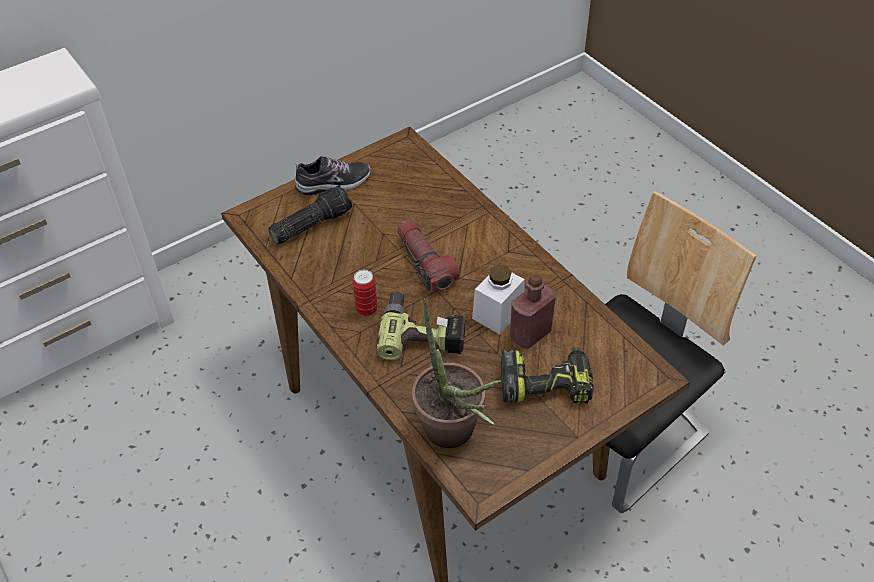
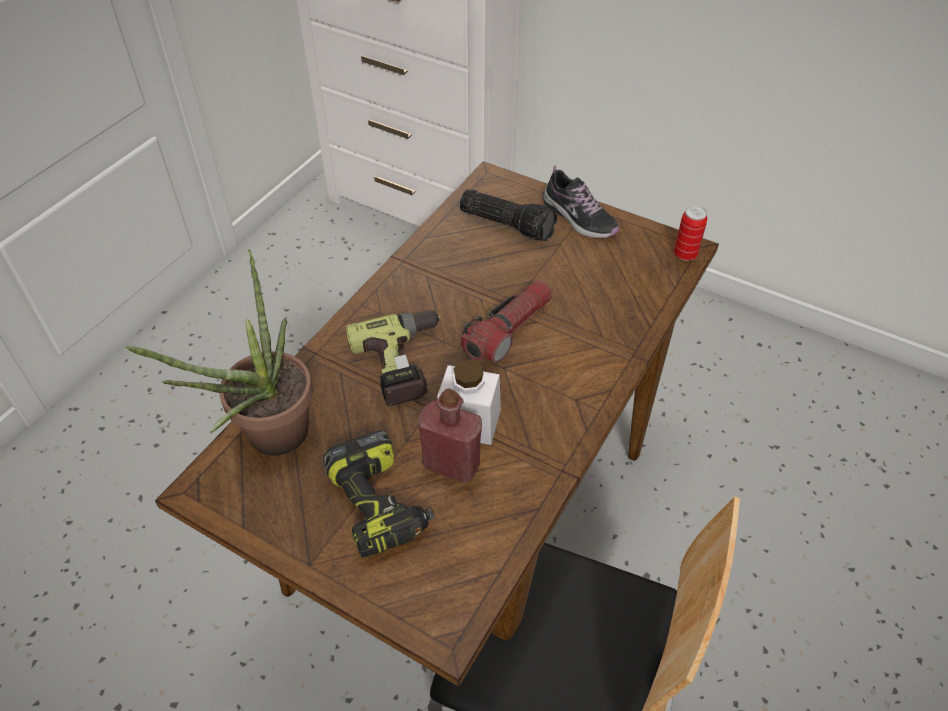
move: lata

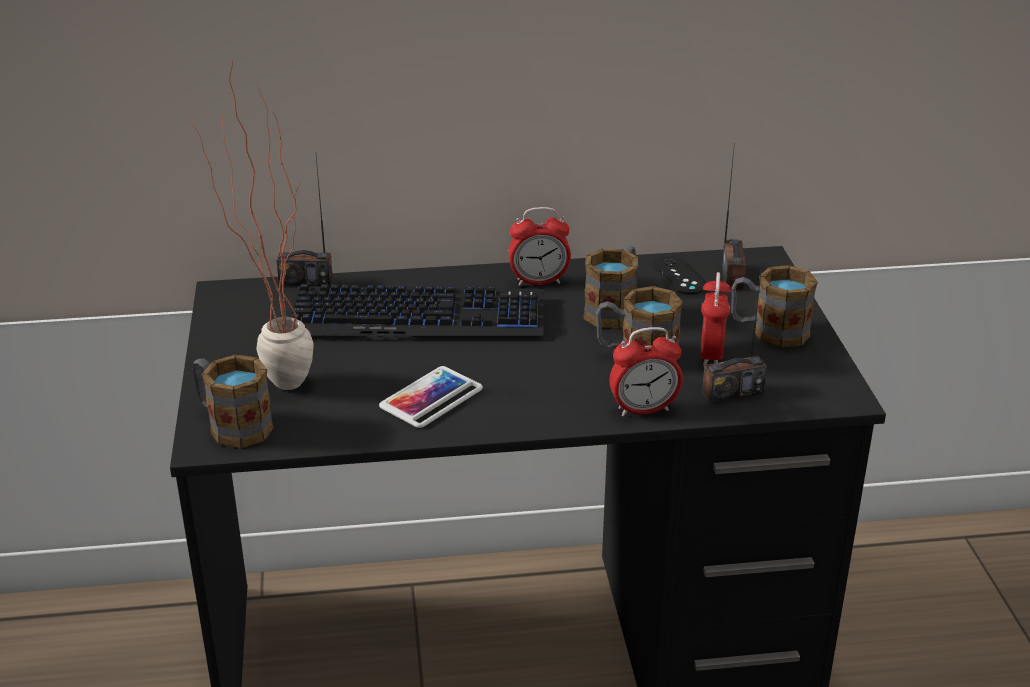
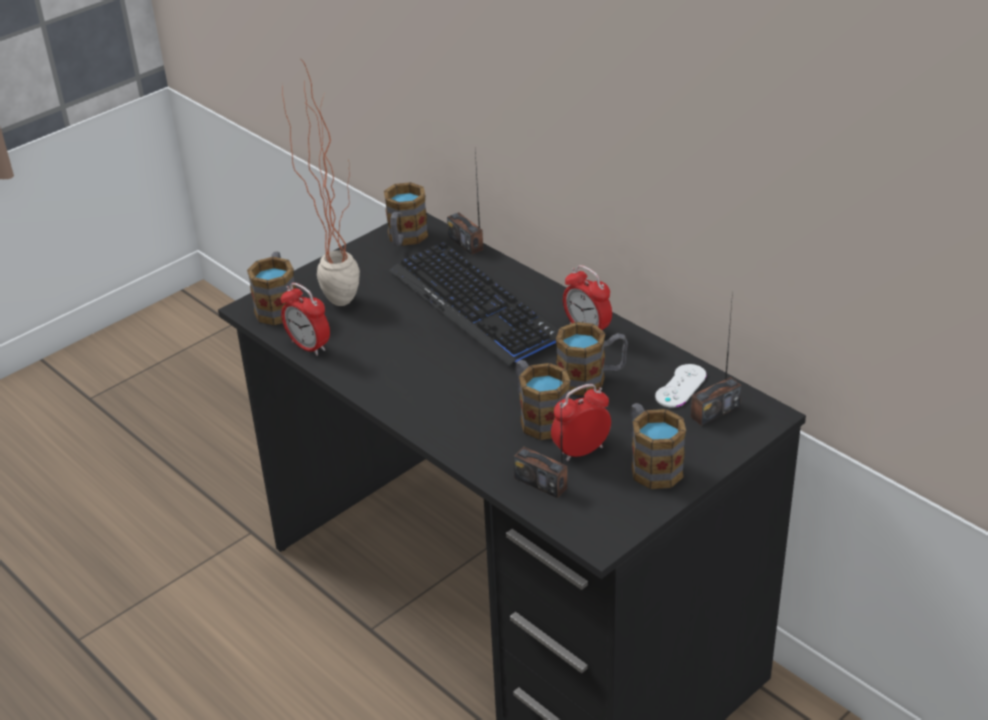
delete: móvil
insert: taza grande (2nd from left)
move: despertador (2nd from left in the first image) to despertador (1st from left)
recolor: mando de consola [negro] to mando de consola [blanco]

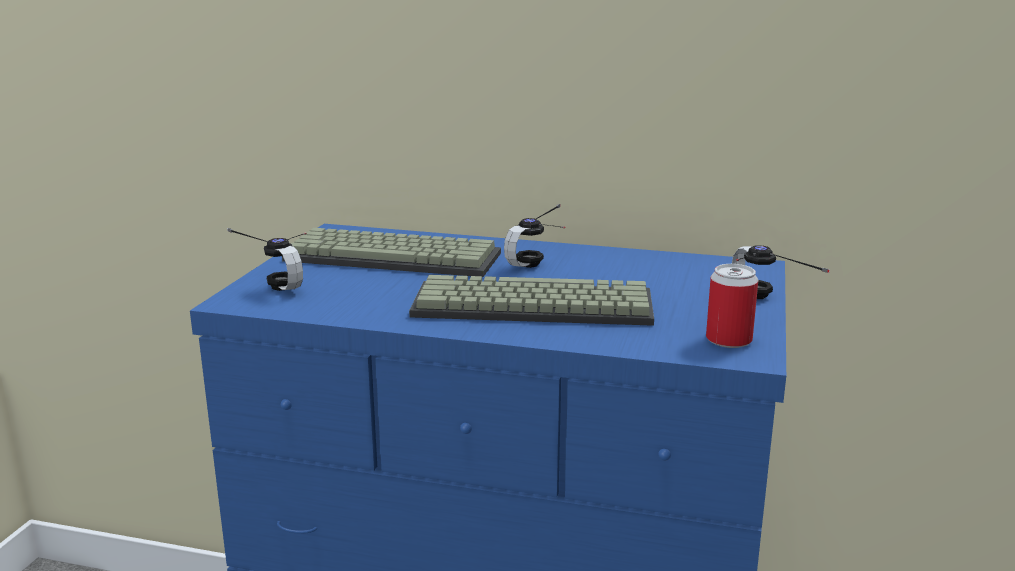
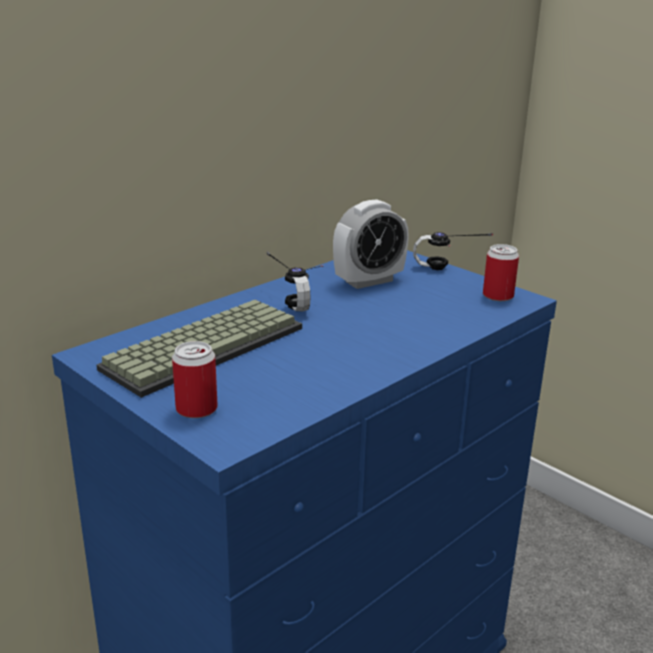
delete: teclado (2nd from left)
insert: despertador
replace: auriculares (1st from left) to lata (1st from left)

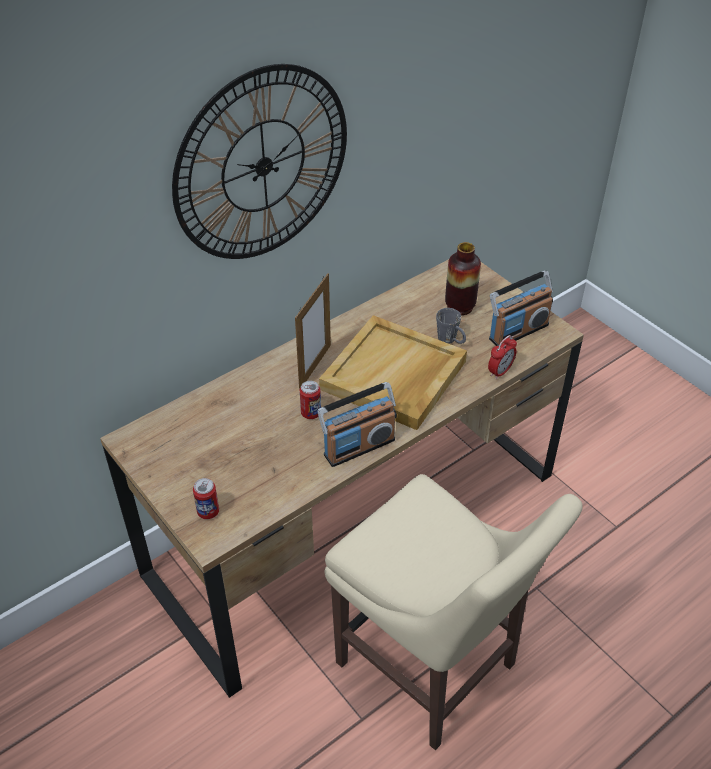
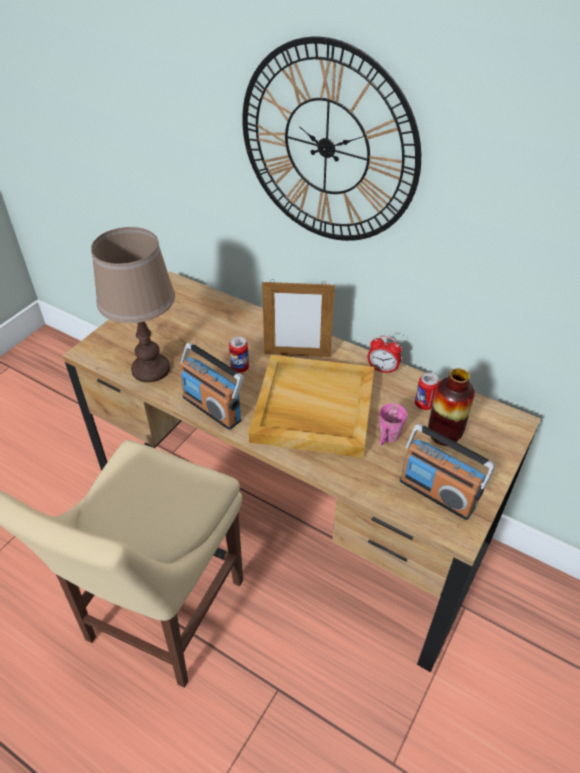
insert: lámpara de mesa [marrón]
move: lata (1st from left in the first image) to lata (2nd from left); despertador
recolor: taza grande [gris] to taza grande [rosa]

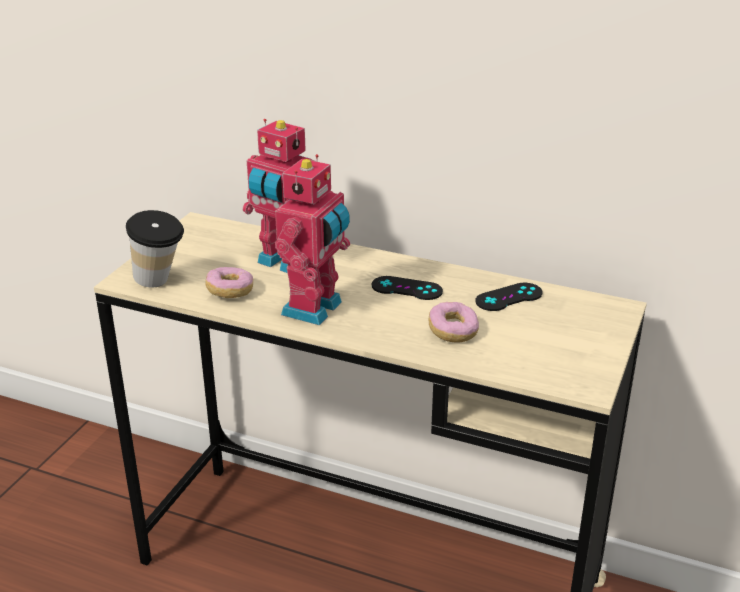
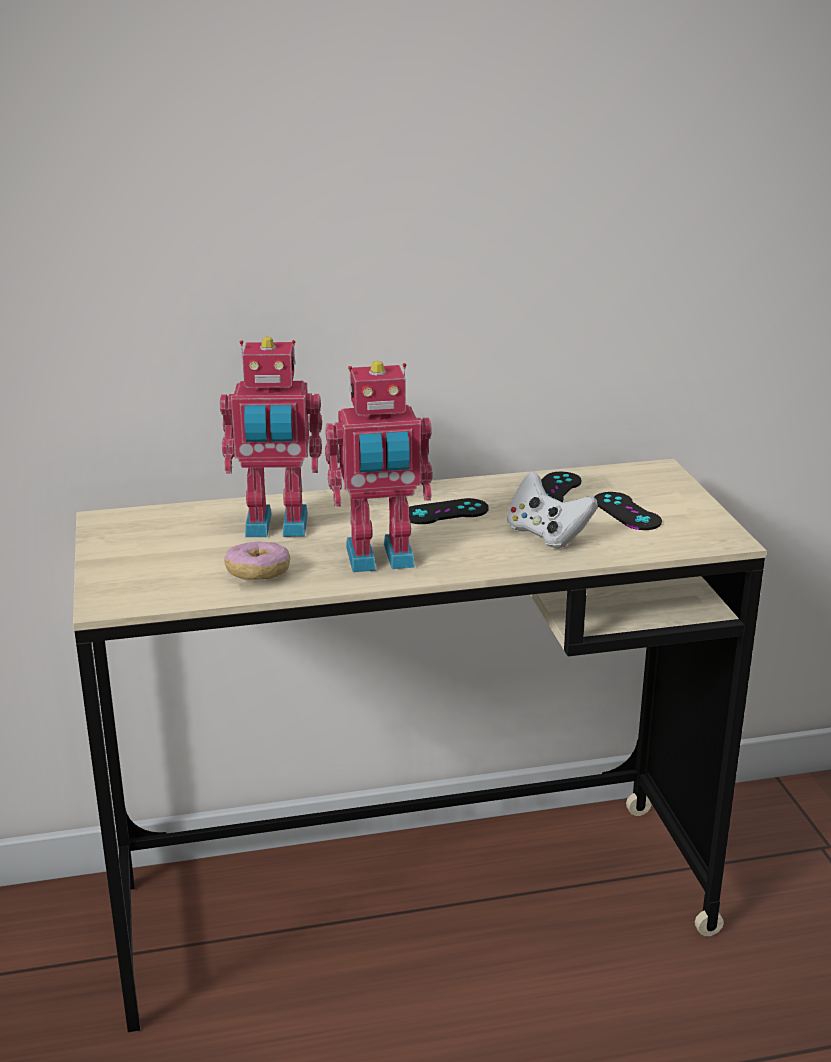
delete: taza
insert: mando de consola [negro] (3rd from left)
replace: rosquilla (2nd from left) to mando de consola [blanco]
rotate: robot de juguete (2nd from left) 90 degrees clockwise

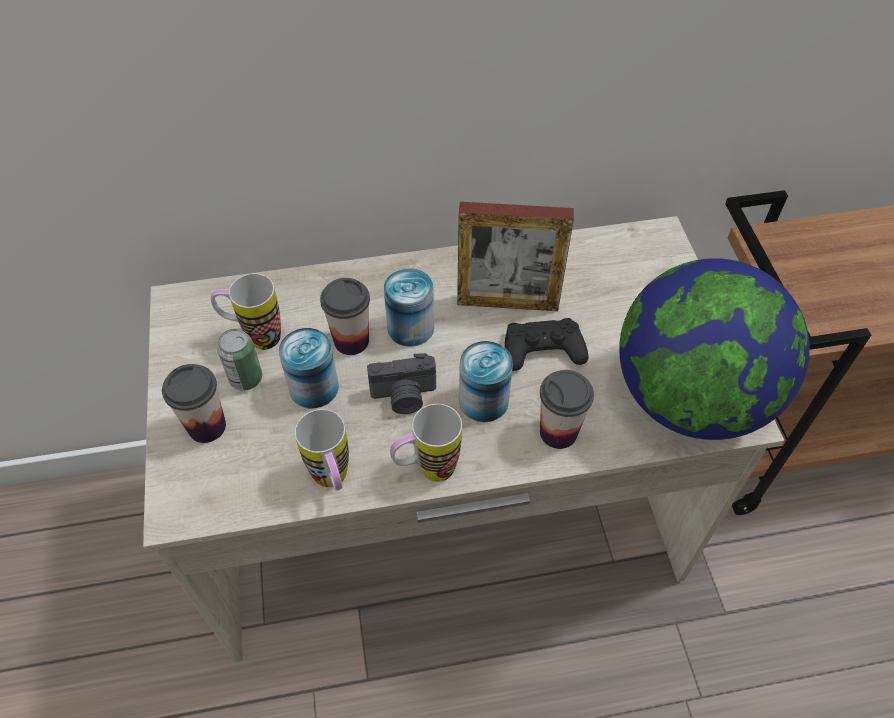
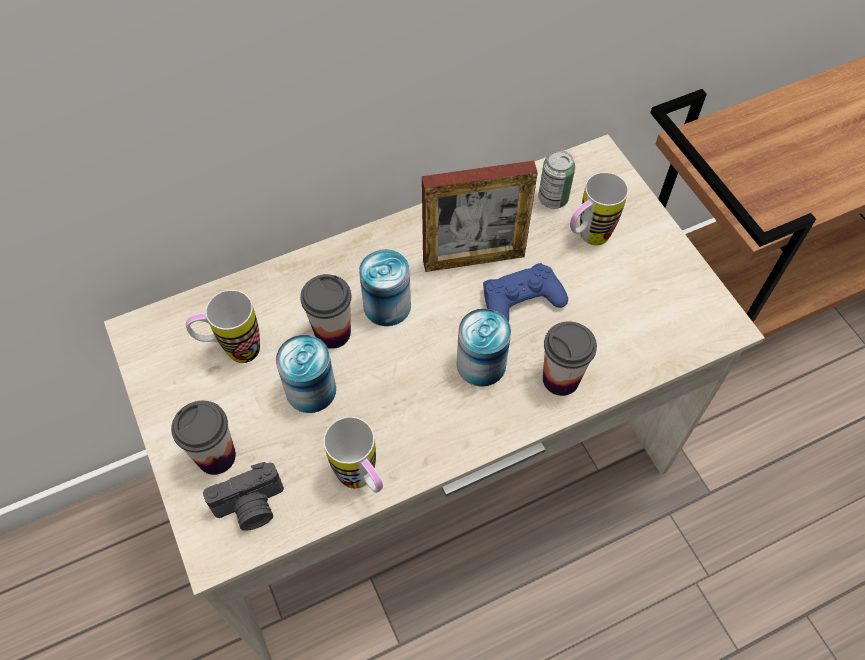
delete: globo terráqueo
move: lata (1st from left in the first image) to lata (4th from left); cámara; taza grande (3rd from left)
recolor: mando de consola [negro] to mando de consola [azul]

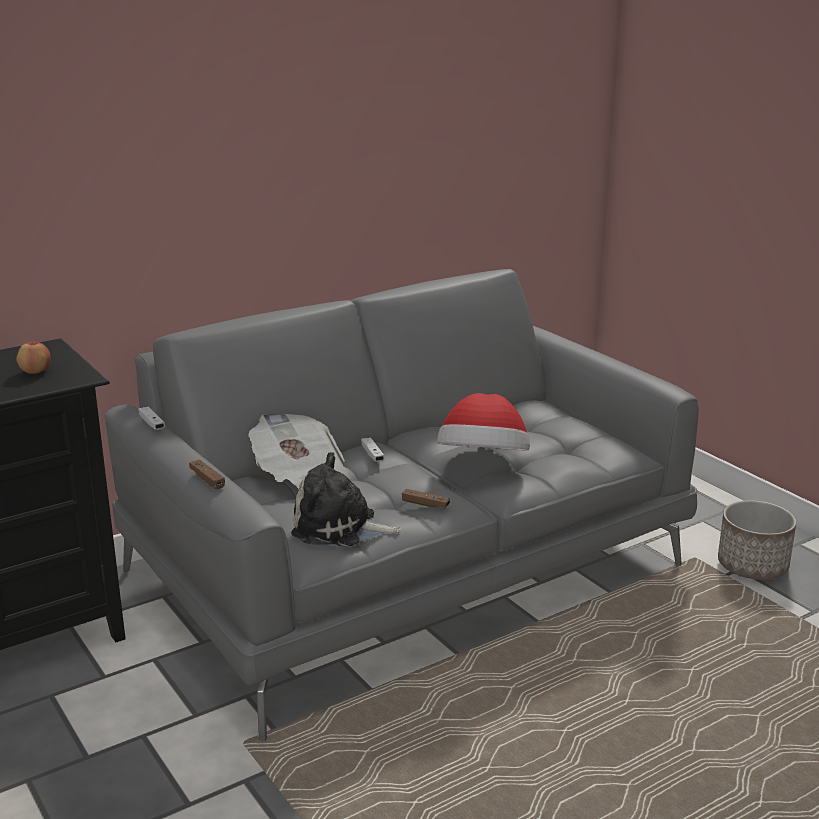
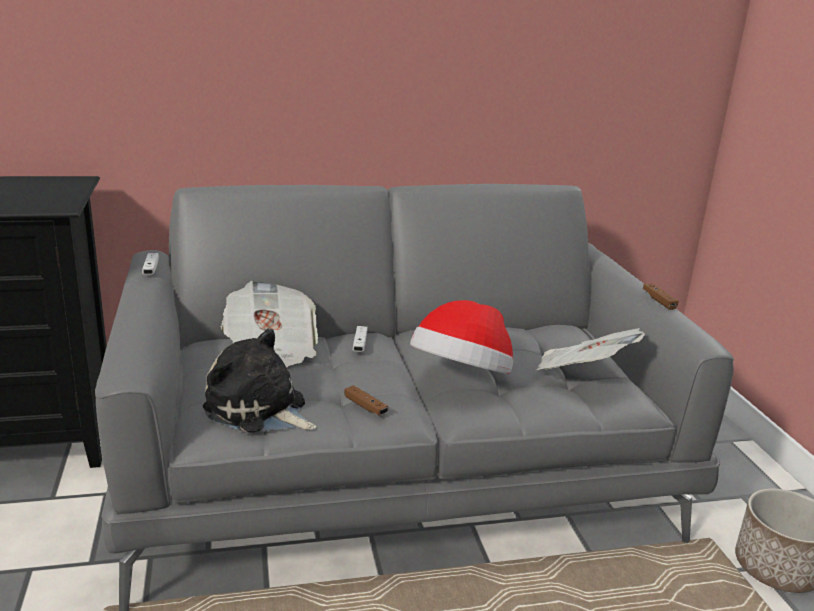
delete: manzana
insert: periódico (2nd from left)
move: mando de consola [marrón] (1st from left in the first image) to mando de consola [marrón] (2nd from left)

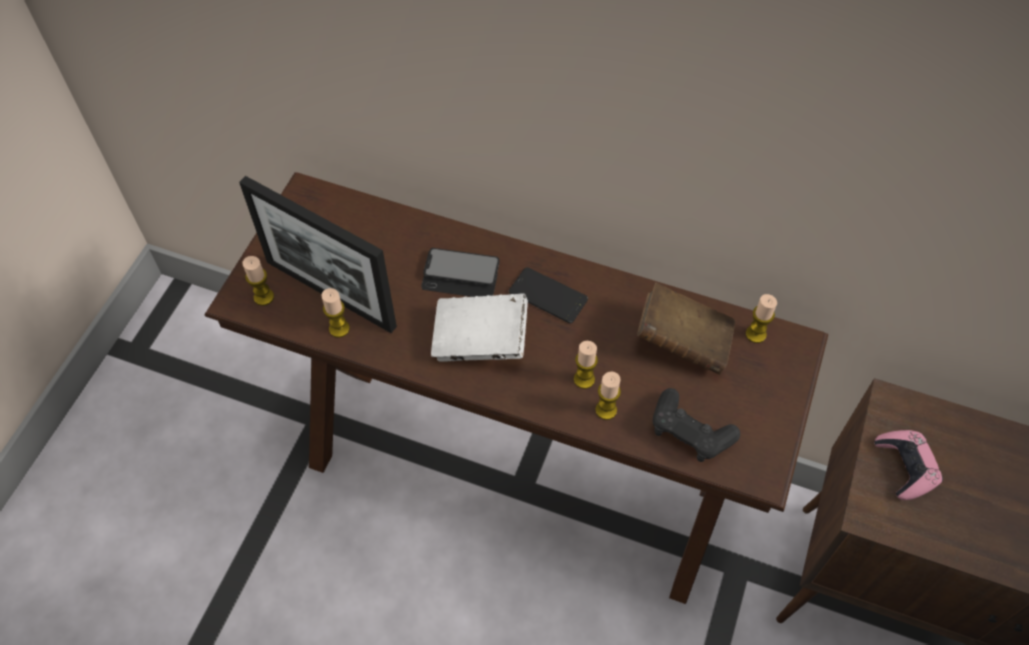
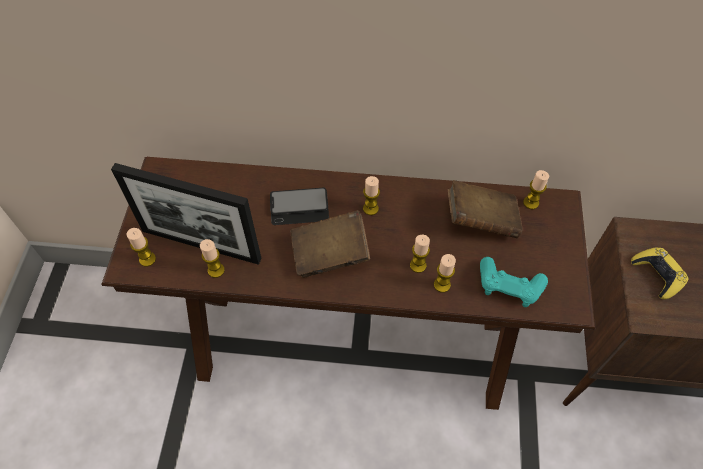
replace: móvil (2nd from left) to vela (3rd from left)
recolor: libro [blanco] to libro [marrón] (1st from left); mando de consola [negro] to mando de consola [turquesa]; mando de consola [rosa] to mando de consola [amarillo]

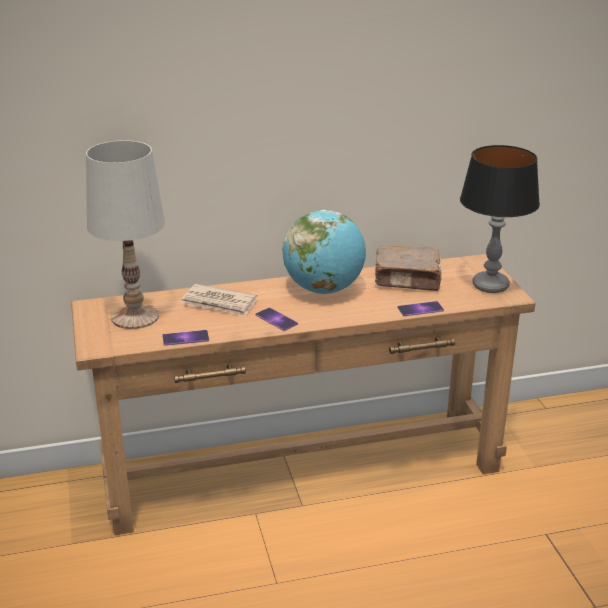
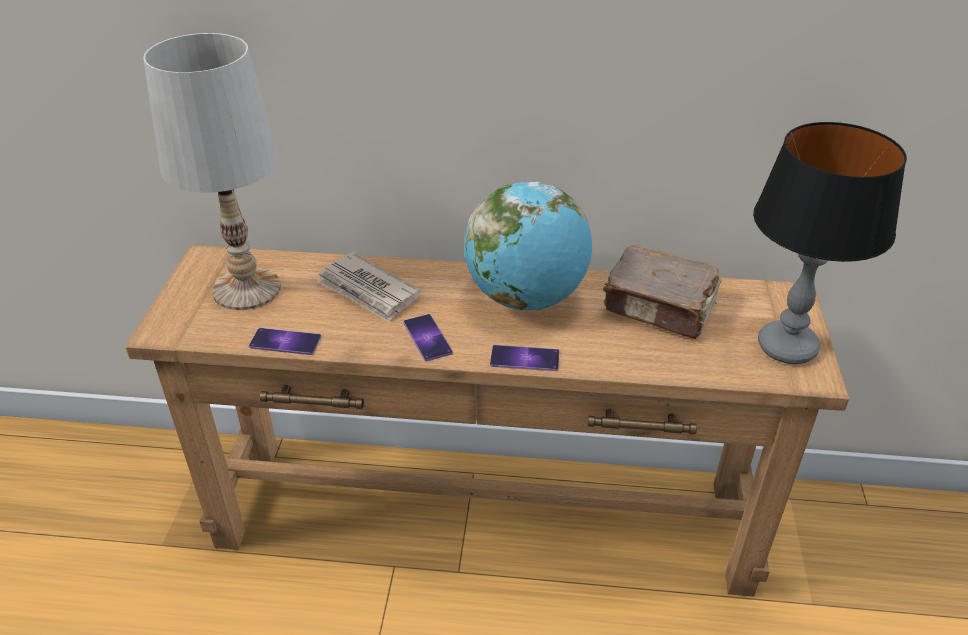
move: móvil (3rd from left)

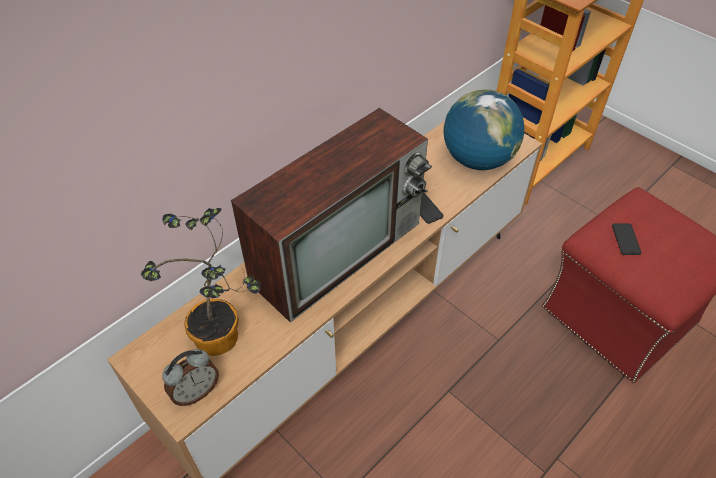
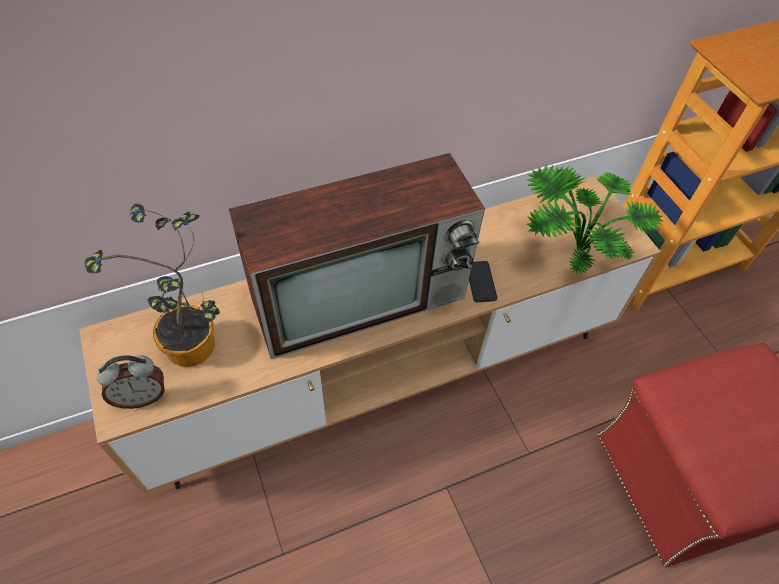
delete: móvil (2nd from left)
replace: globo terráqueo to planta en maceta (2nd from left)

